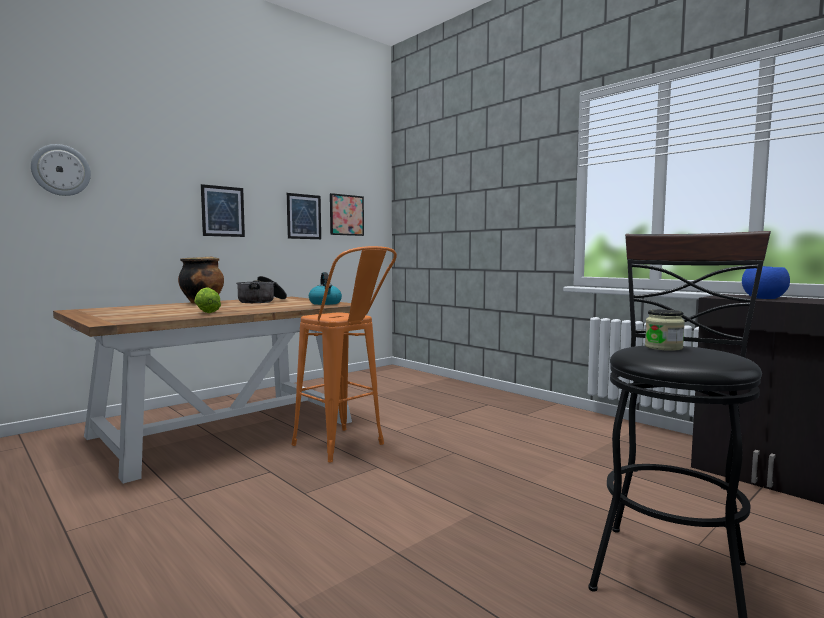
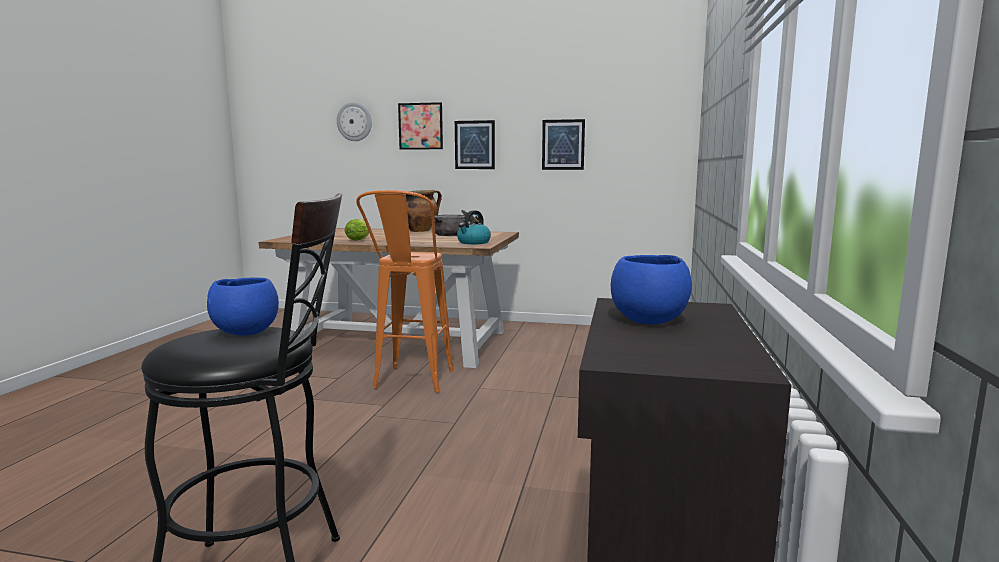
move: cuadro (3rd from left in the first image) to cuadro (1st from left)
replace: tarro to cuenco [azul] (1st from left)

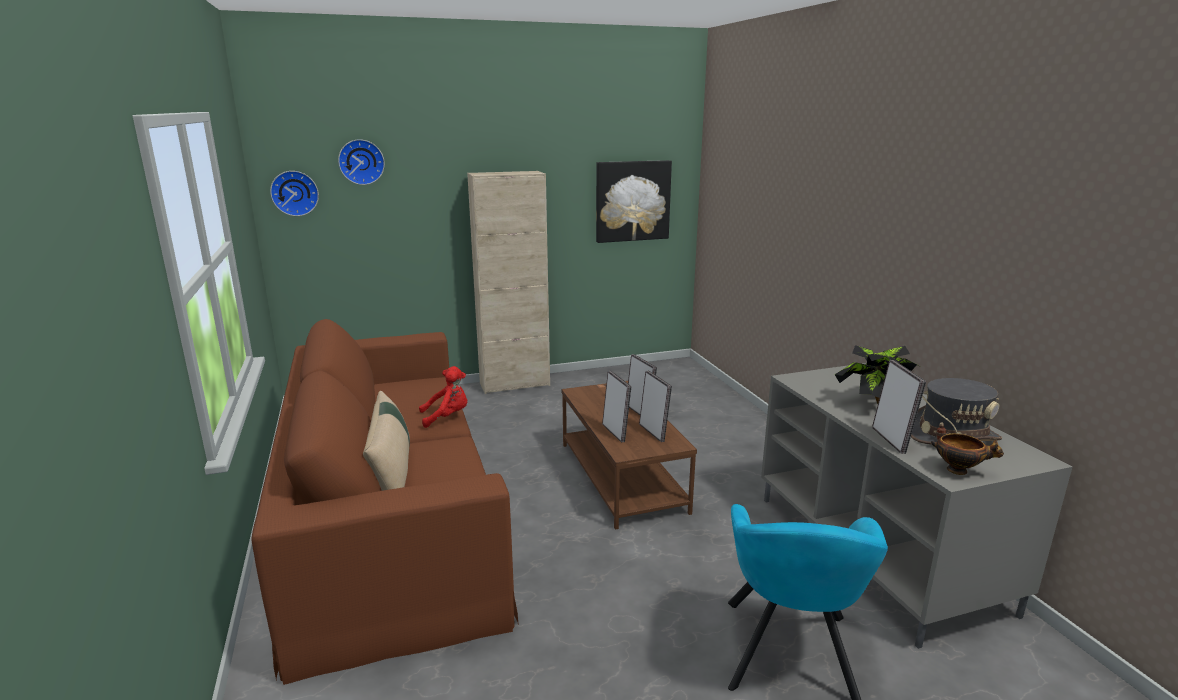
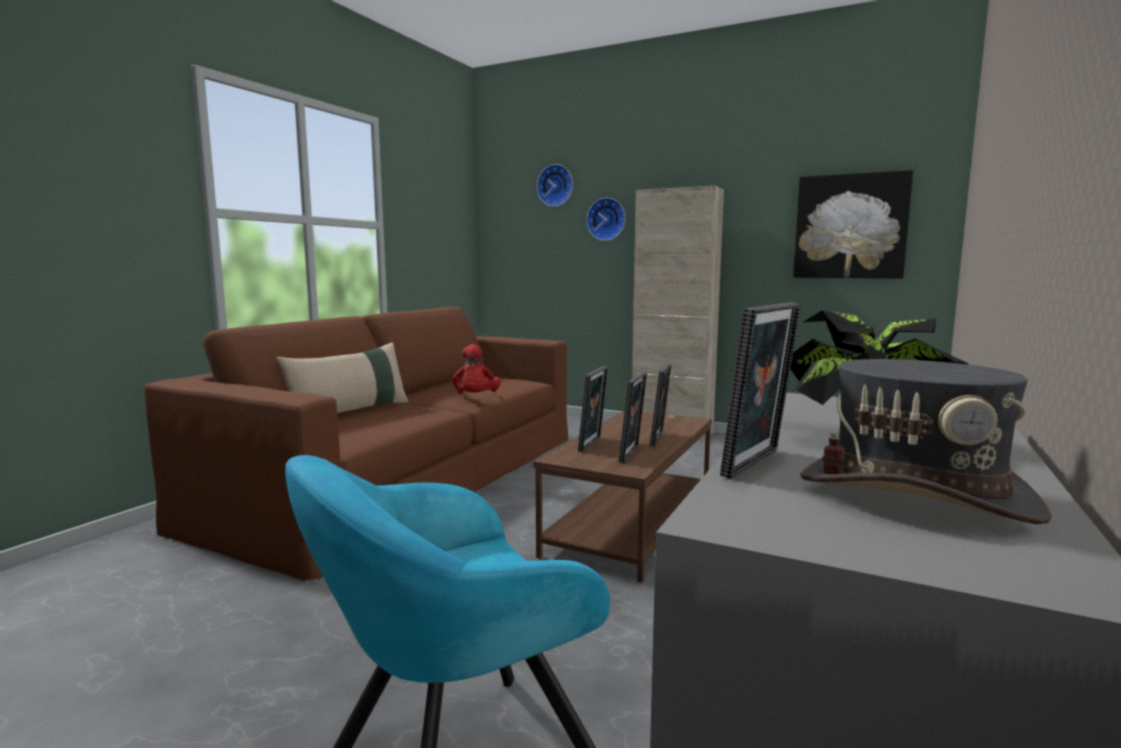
delete: cuenco
move: reloj de pared (1st from left in the first image) to reloj de pared (2nd from left)
rotate: peluche [rojo] 60 degrees clockwise

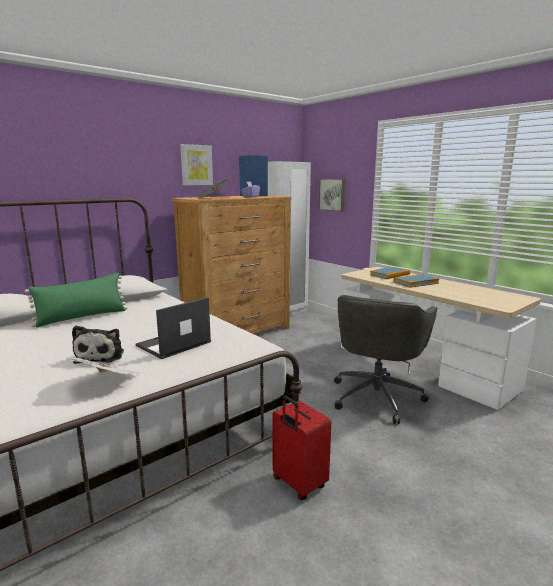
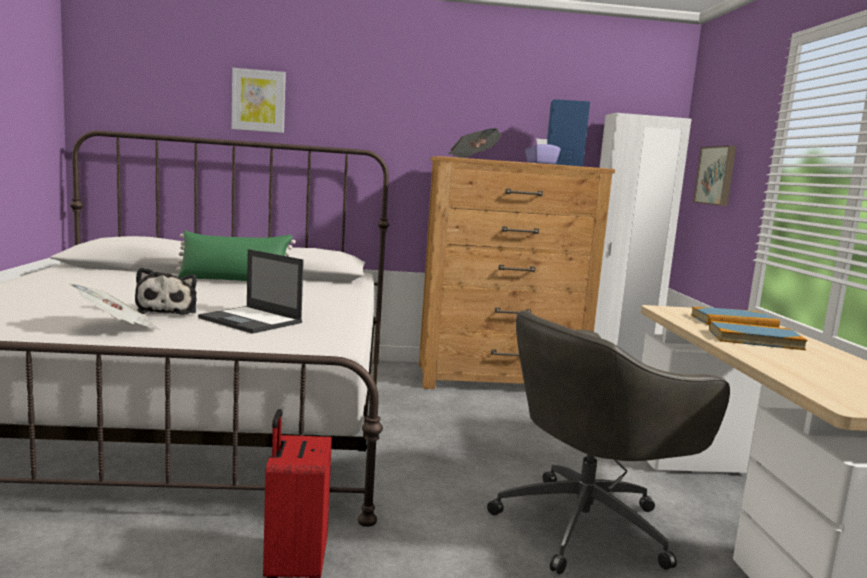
move: cuadro (1st from left)
rotate: peluche 45 degrees counterclockwise; portátil 135 degrees counterclockwise

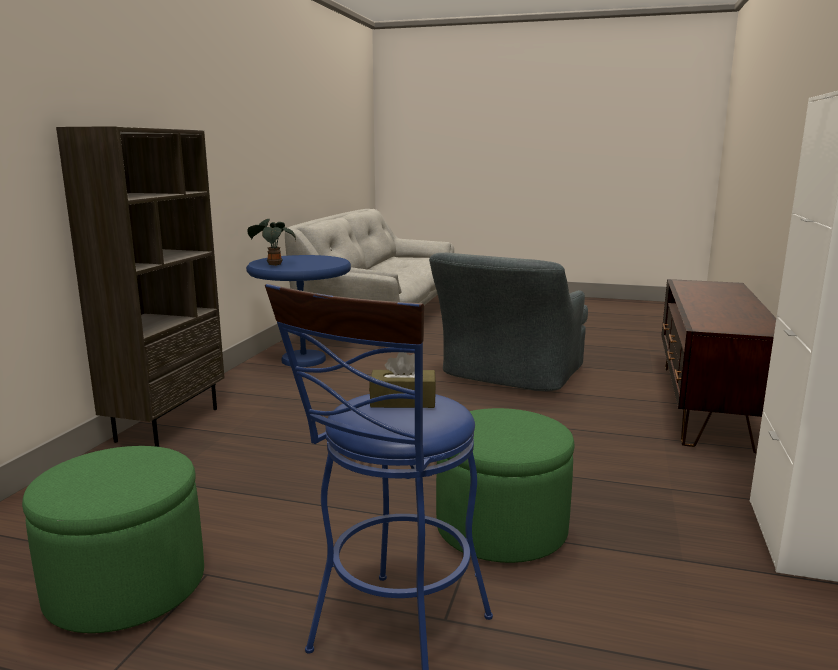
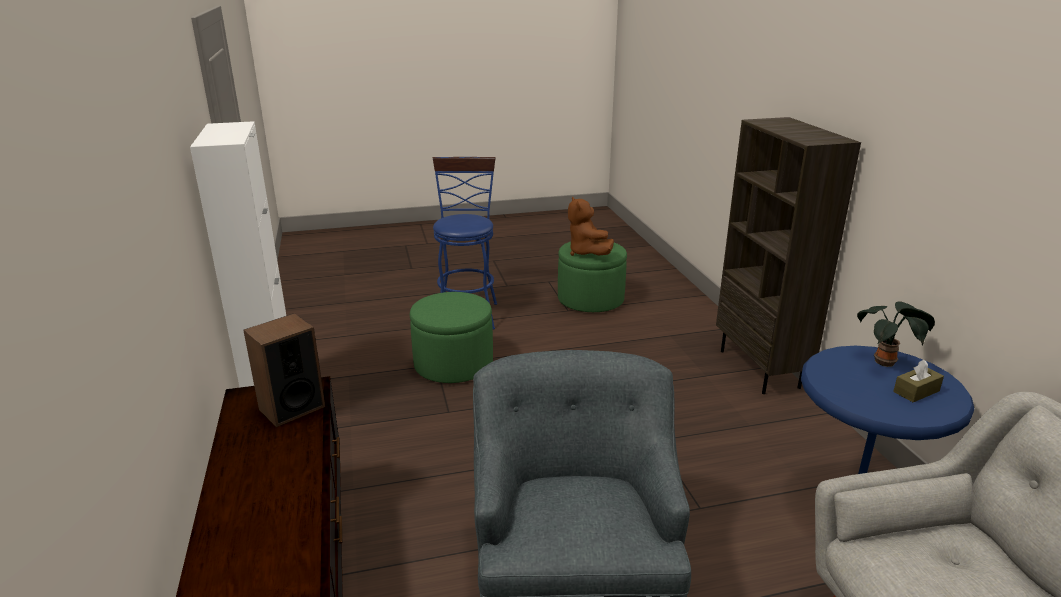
insert: altavoz; peluche [marrón]
move: caja de pañuelos [marrón]

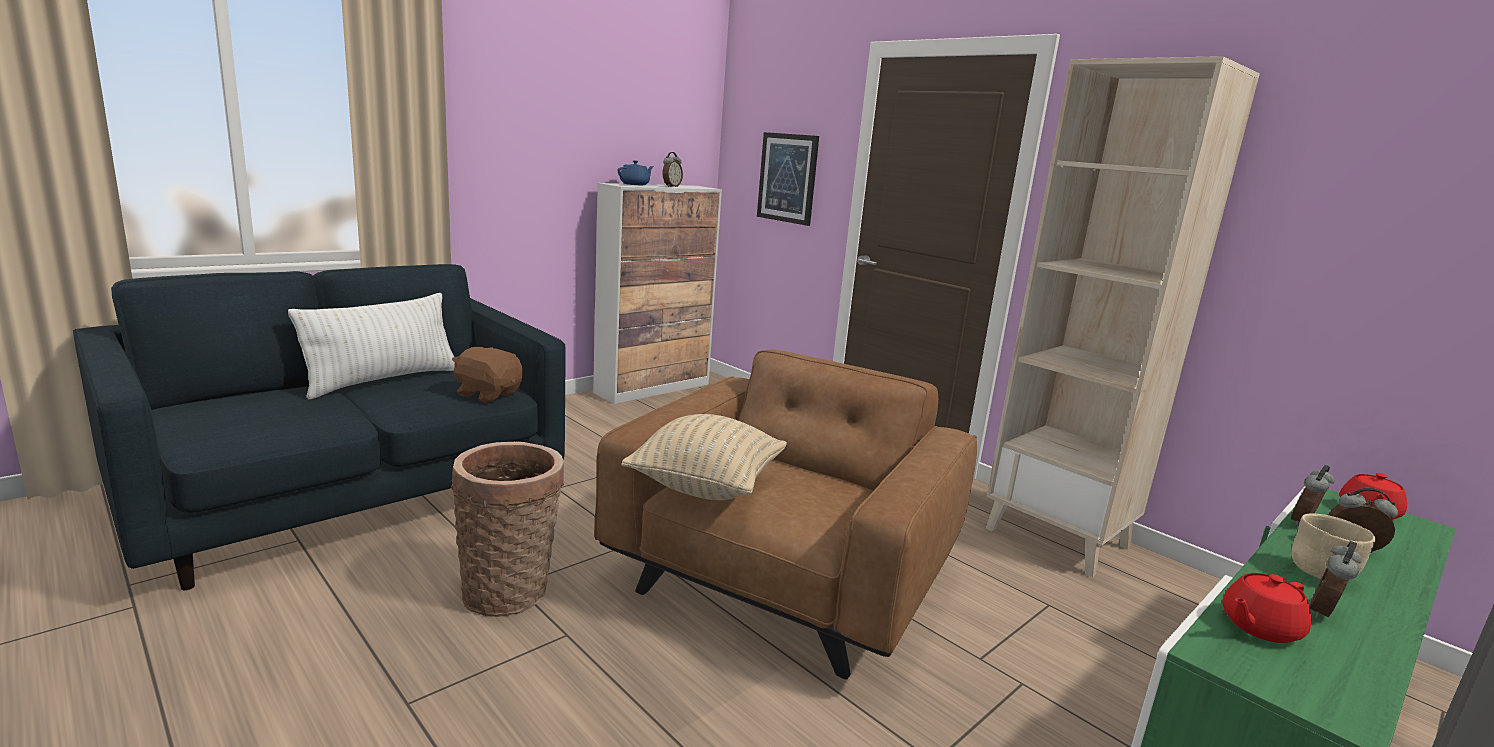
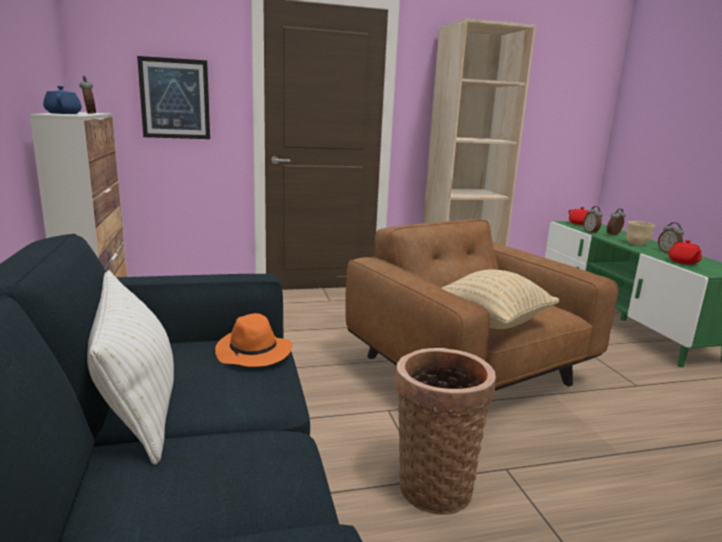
replace: peluche [marrón] to sombrero [naranja]

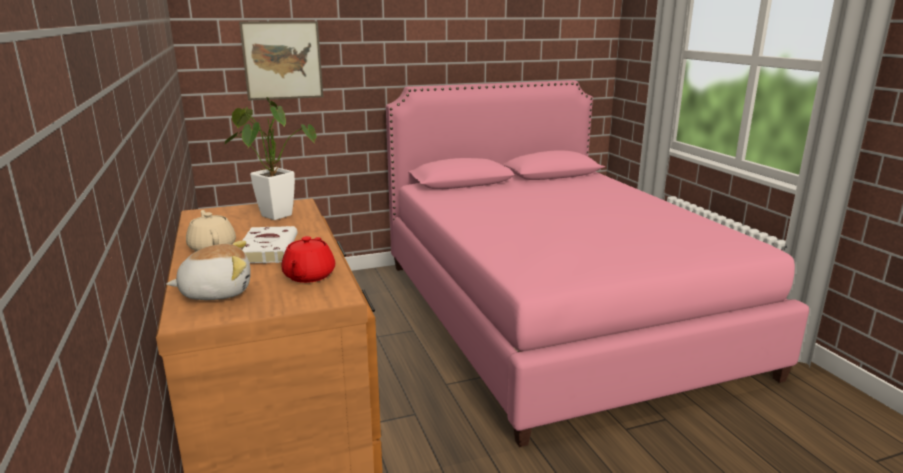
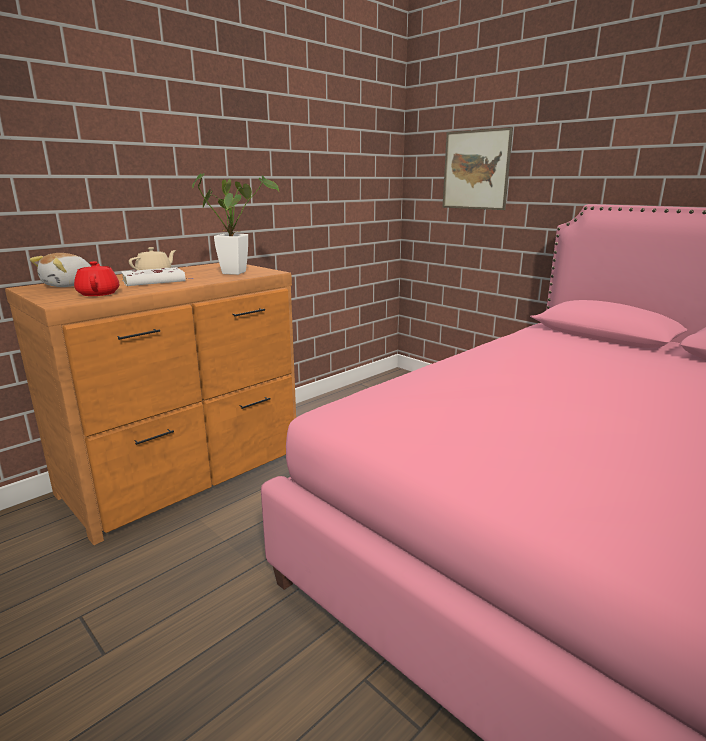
rotate: peluche 75 degrees clockwise; tetera [rojo] 90 degrees clockwise

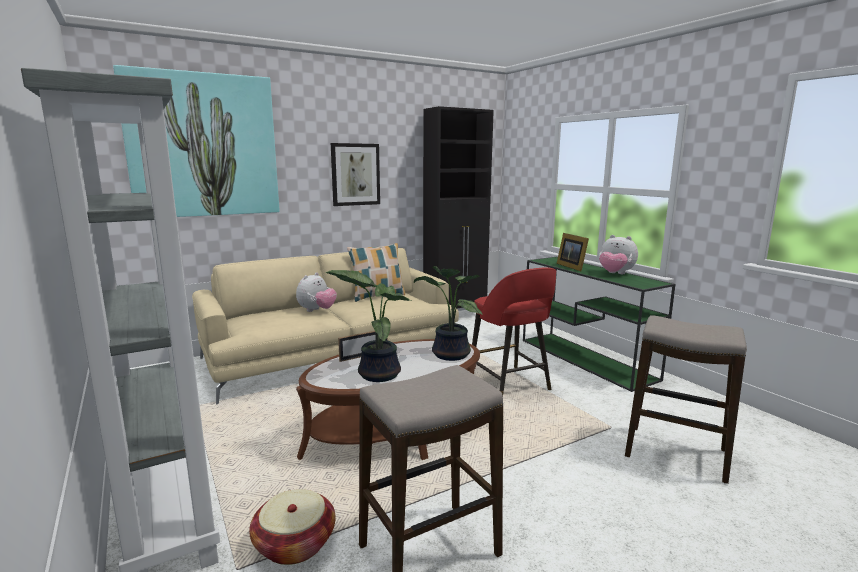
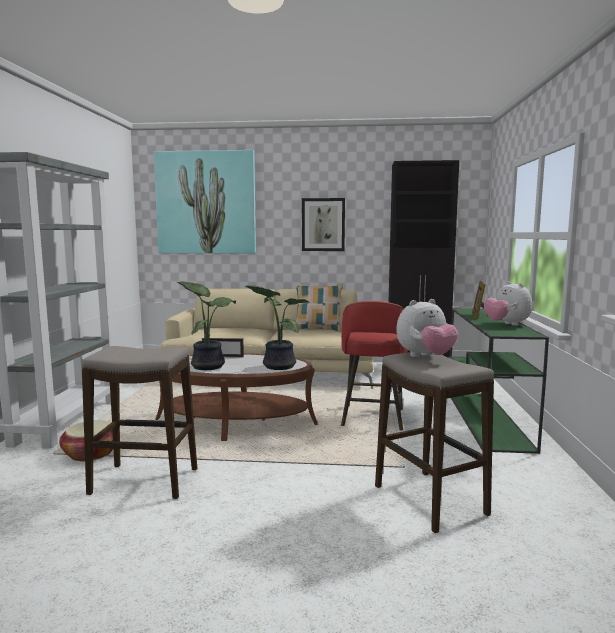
move: peluche (1st from left)

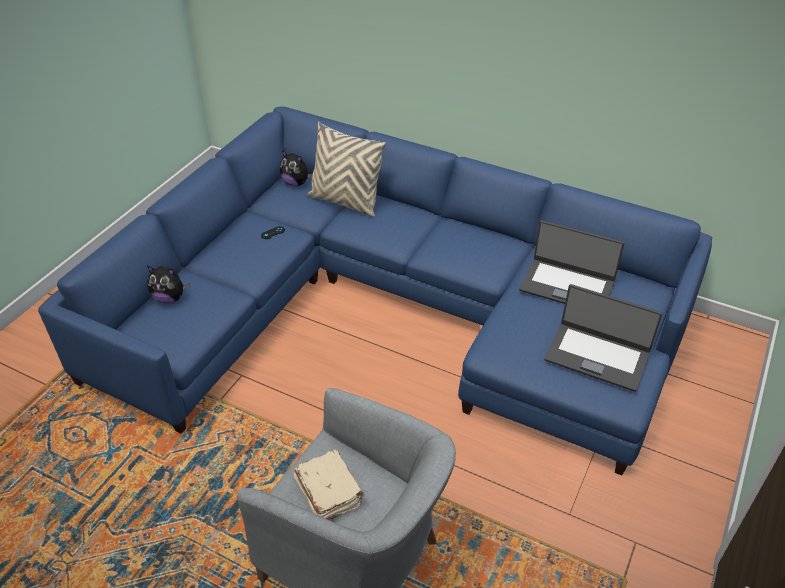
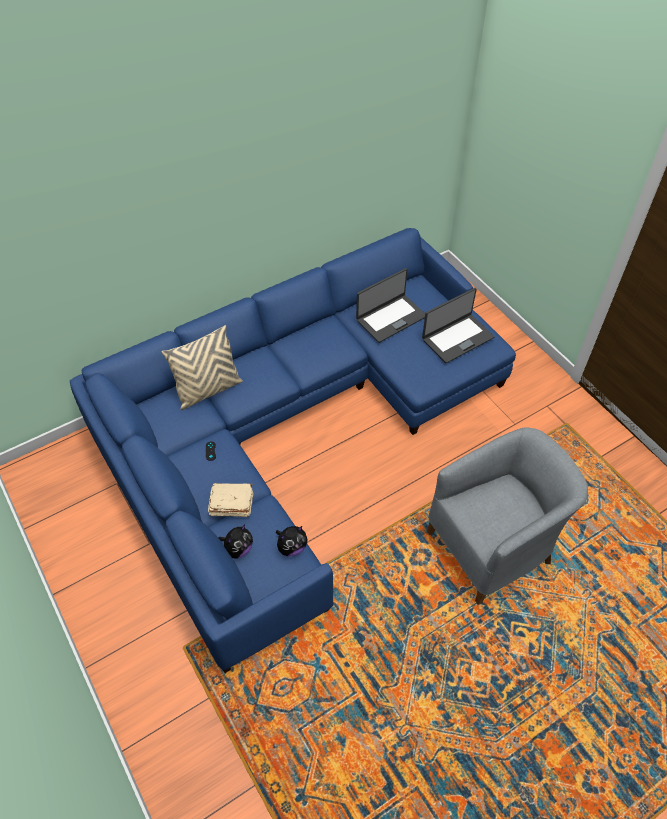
move: peluche (2nd from left); libro [beis]

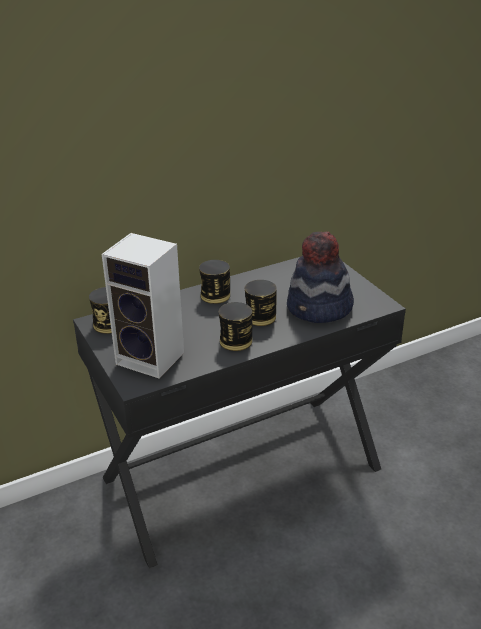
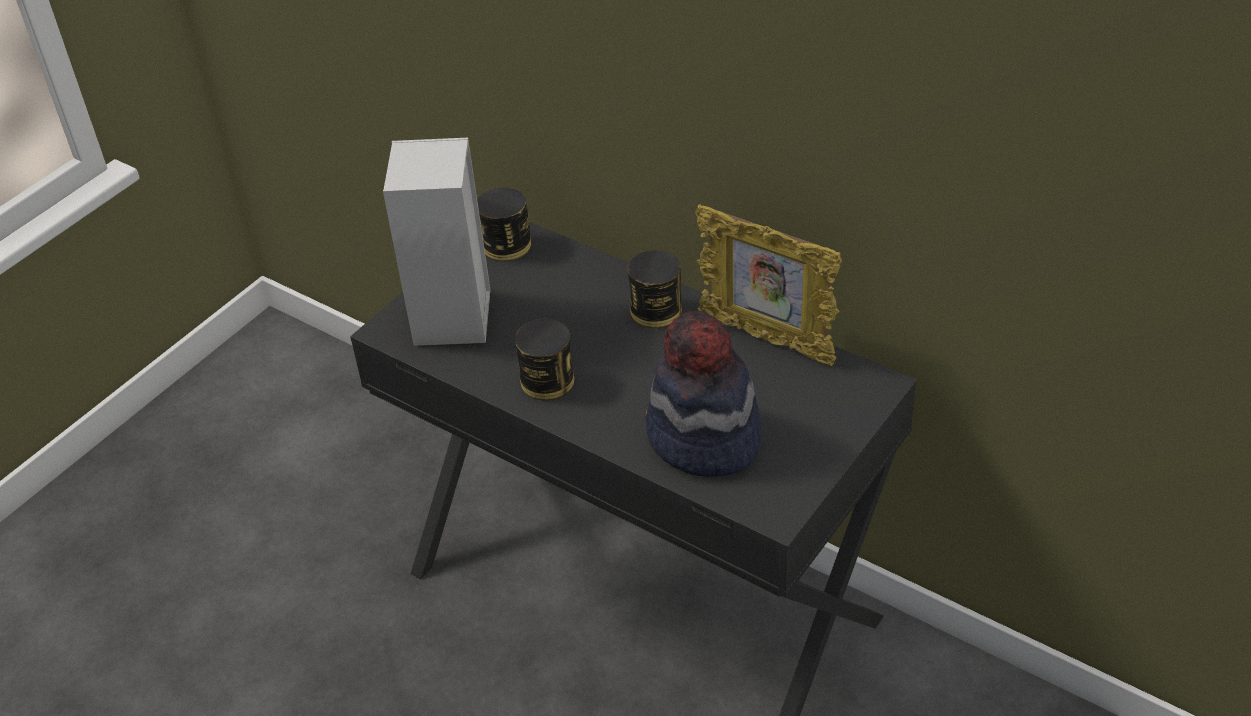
delete: lata (4th from left)
insert: portarretratos

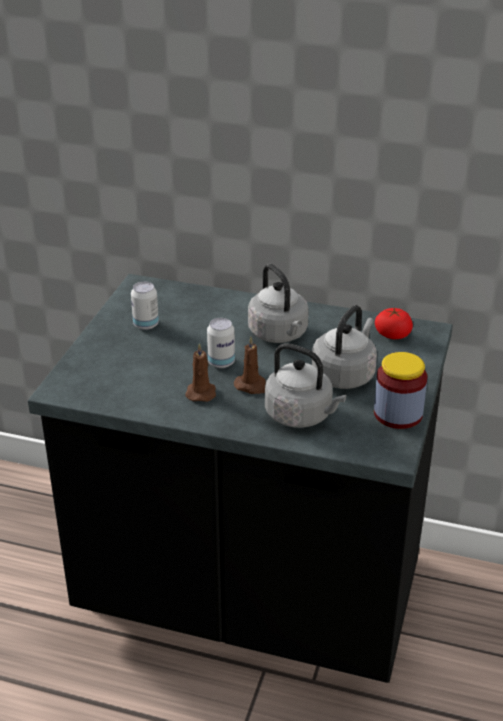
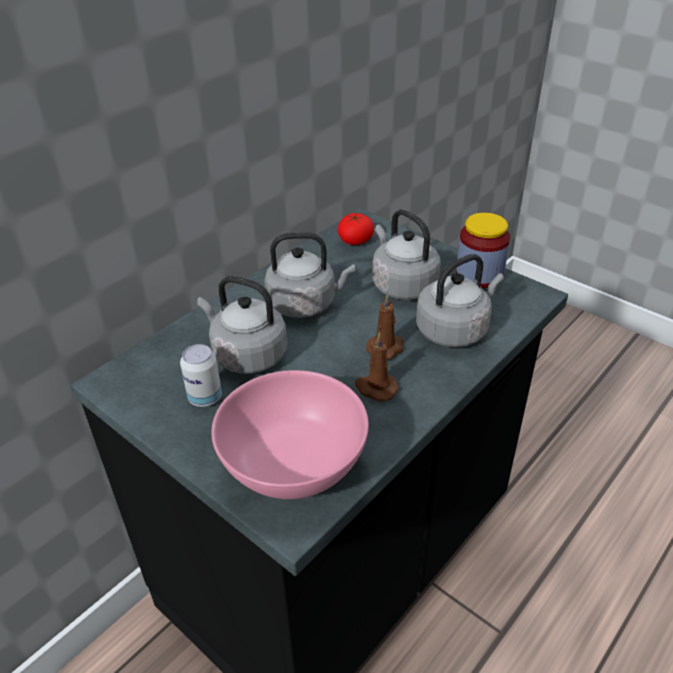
delete: lata (2nd from left)
insert: hervidor [gris] (1st from left); cuenco [rosa]

